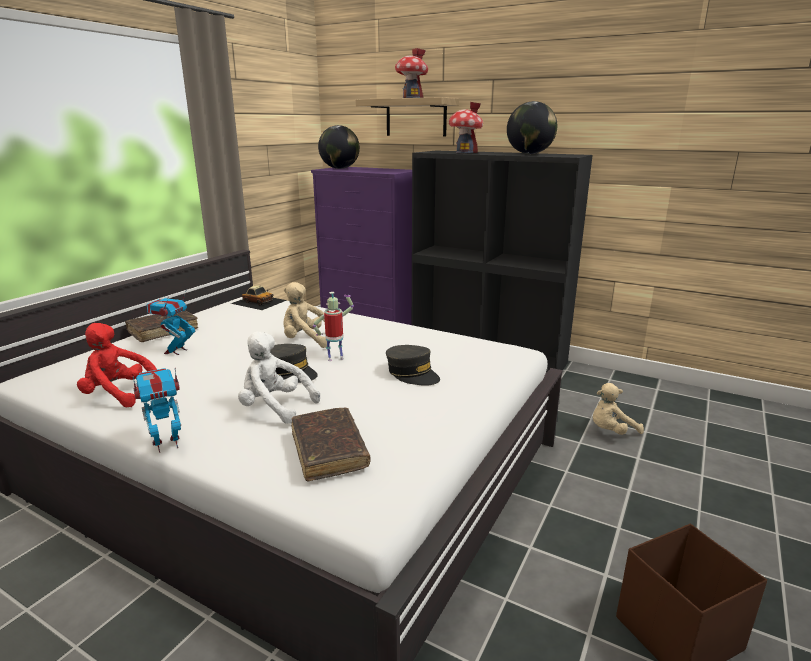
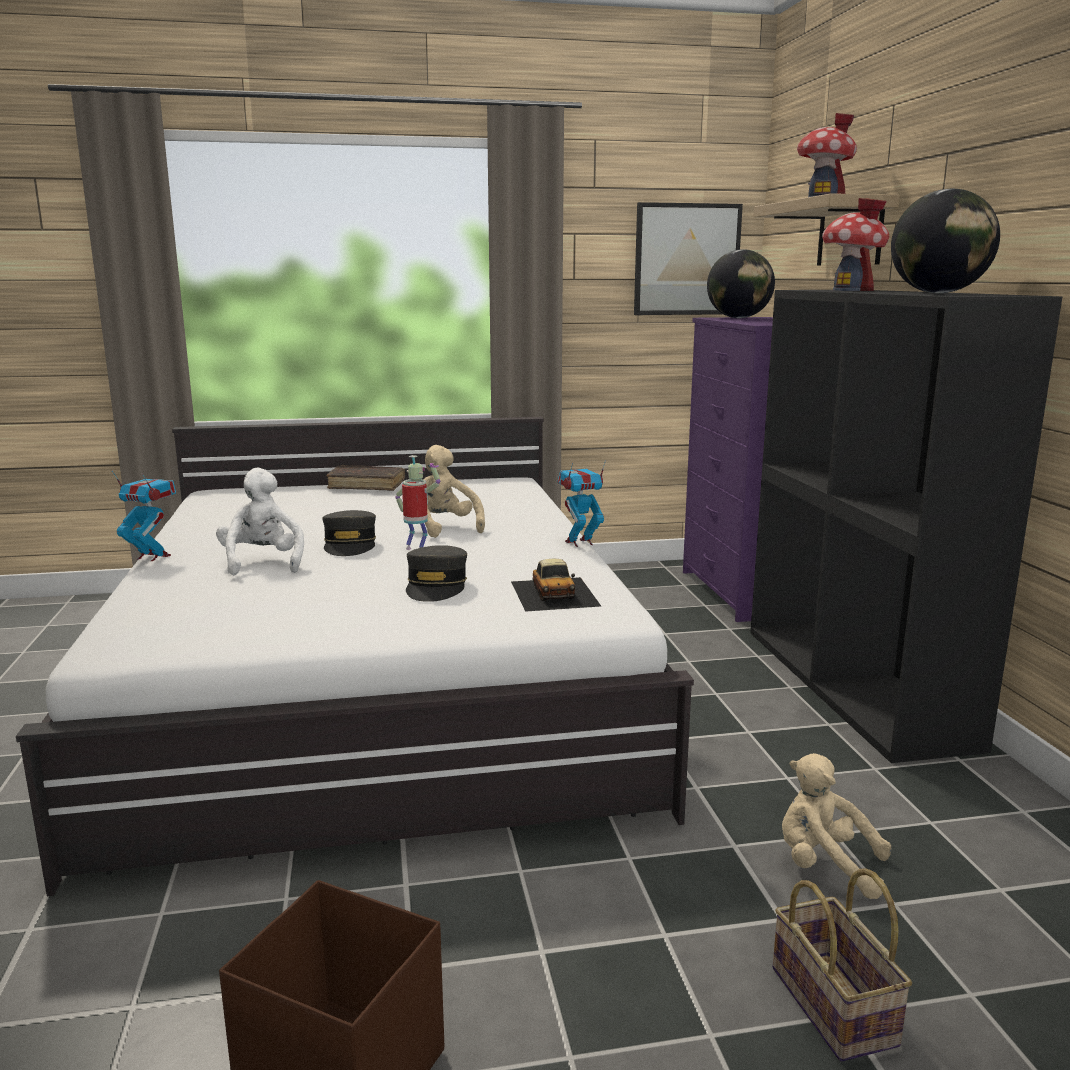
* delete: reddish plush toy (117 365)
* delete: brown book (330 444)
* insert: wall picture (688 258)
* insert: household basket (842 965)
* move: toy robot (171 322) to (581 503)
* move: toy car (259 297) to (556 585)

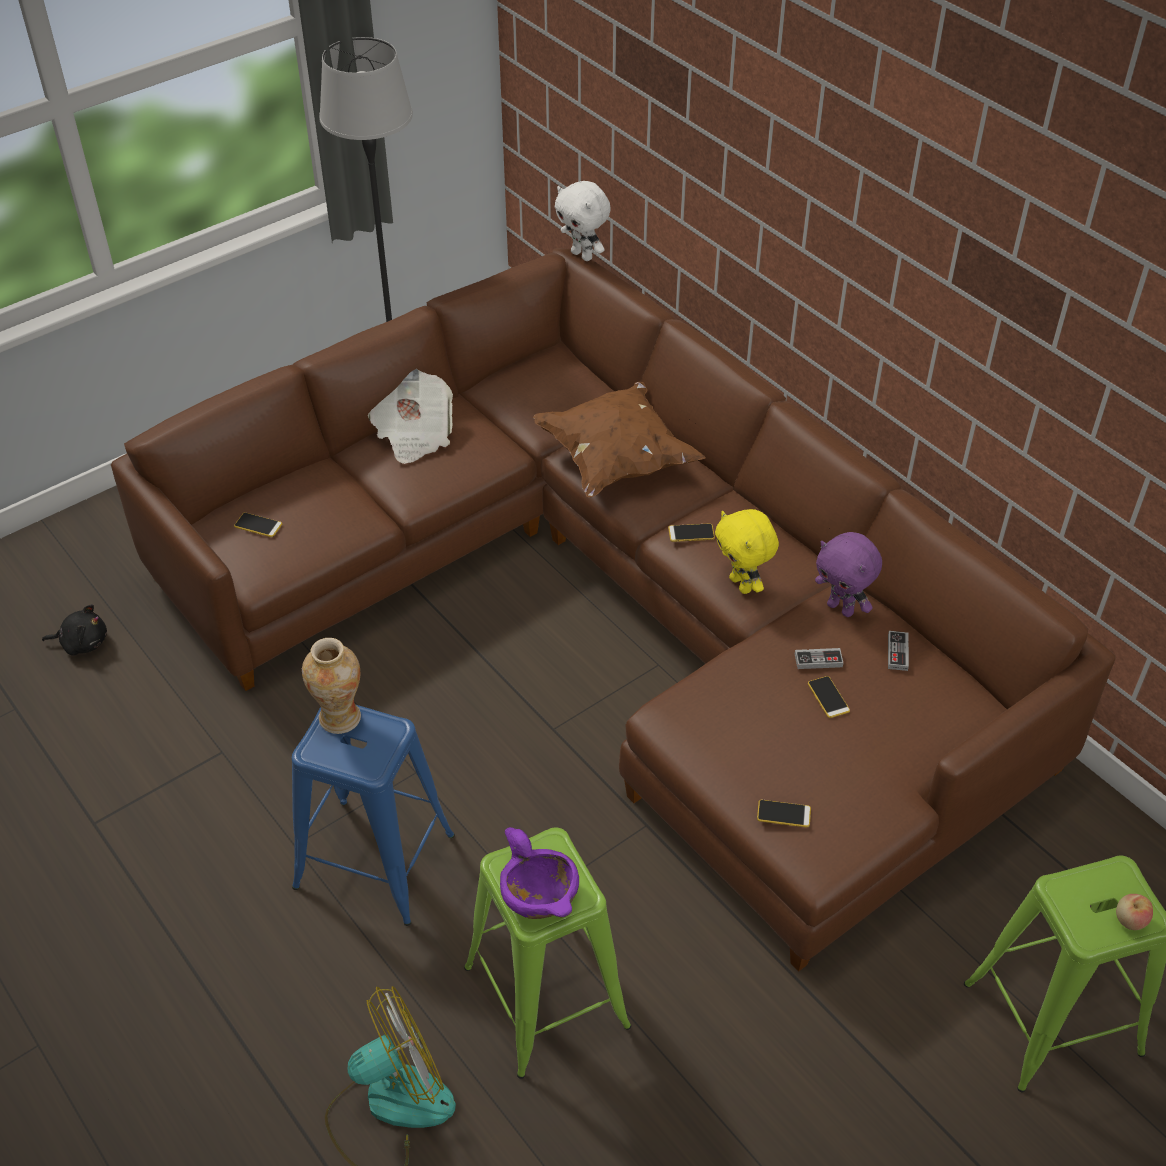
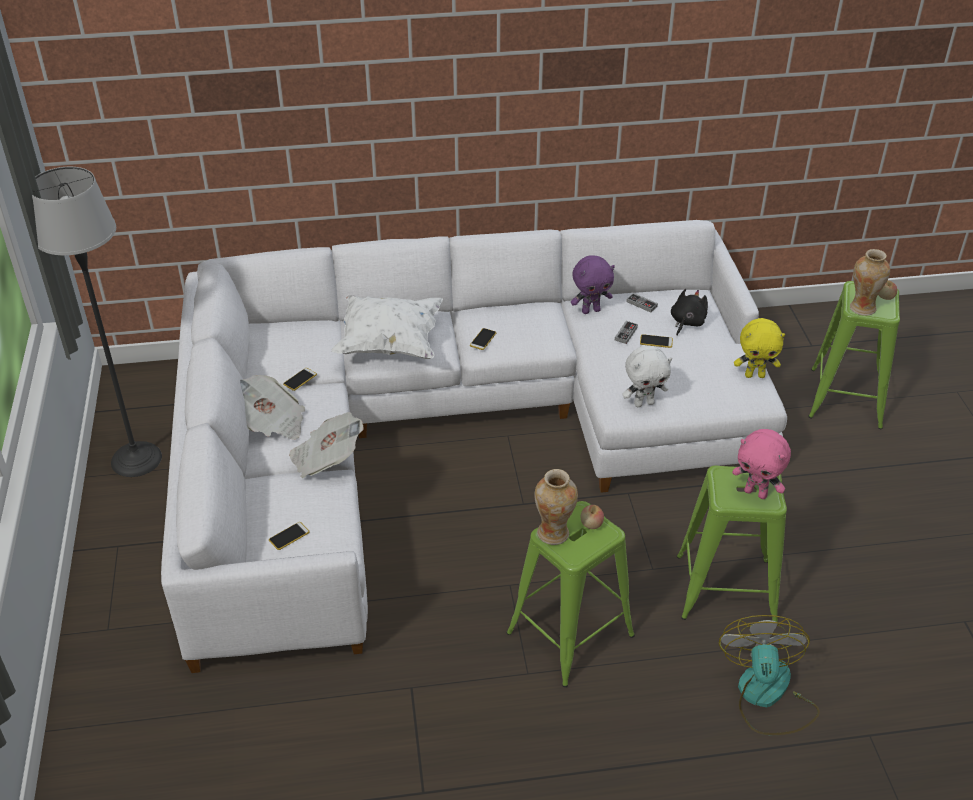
* insert: newspaper (326 445)
* insert: apple fruit (592 517)
* insert: vase (870 282)
* move: black plush toy (74 630) to (689 312)
* move: whitish plush toy (582 221) to (647 376)
* move: yellow plush toy (747 551) to (759 348)
* move: phone (784 813) to (300 379)
* replace: purplish bowl (539 873) to pink plush toy (761 464)
* recolor: brown settee (613 610) to whitish settee (474 446)
* recolor: blue-coloured stool (373 815) to green-coloured stool (570 594)
* recolor: brown cushion (619 440) to whitish cushion (387 327)

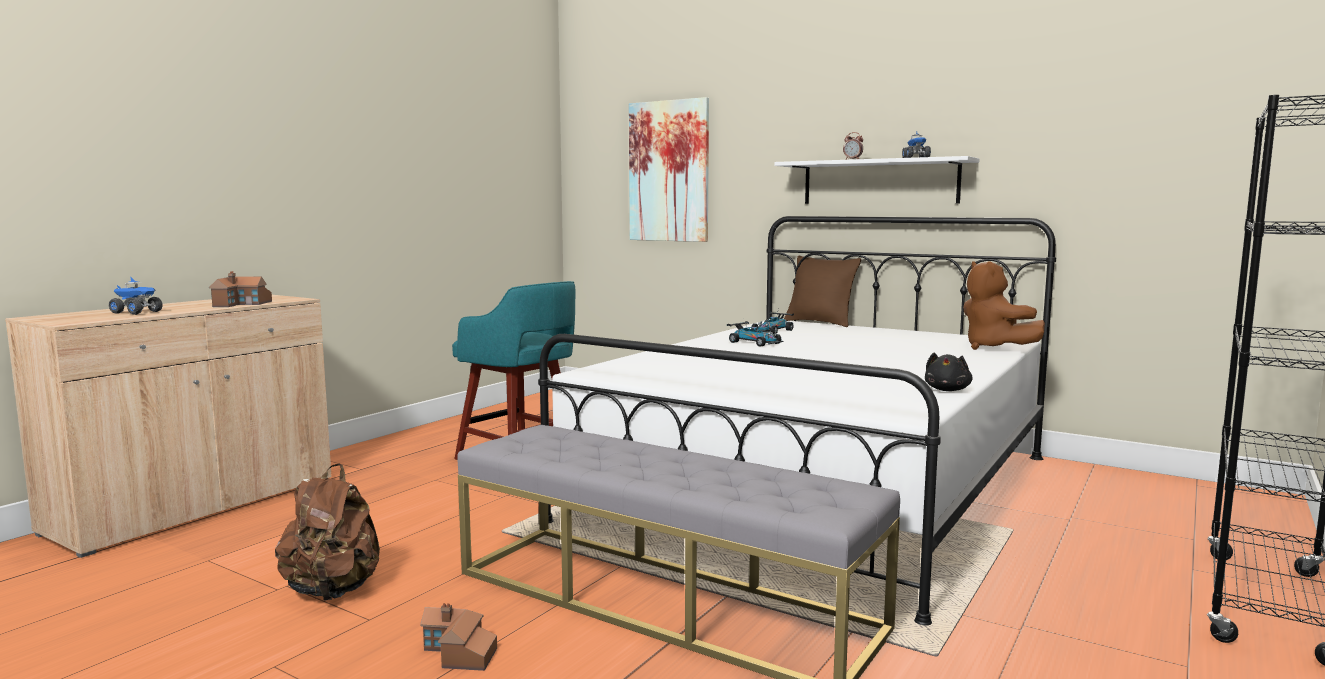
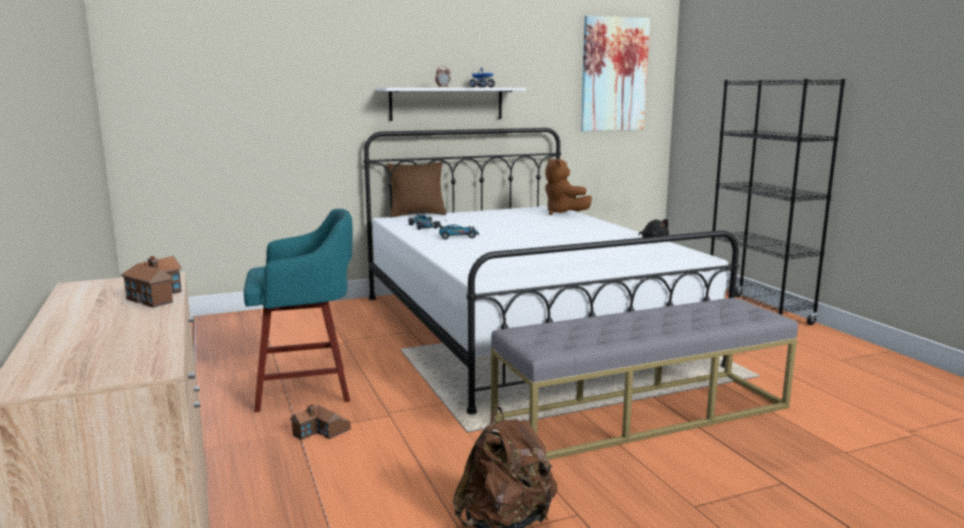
* delete: toy truck (136 295)
* move: toy house (458 637) to (320 422)
* move: wall picture (669 169) to (615 73)
* rotate: brown plush toy (1004 305) = (568 186) 45 degrees clockwise

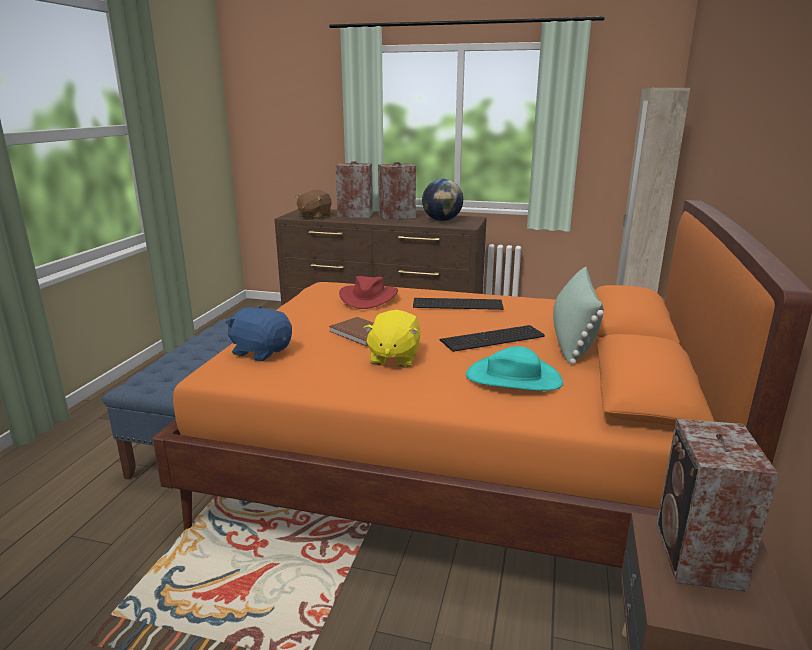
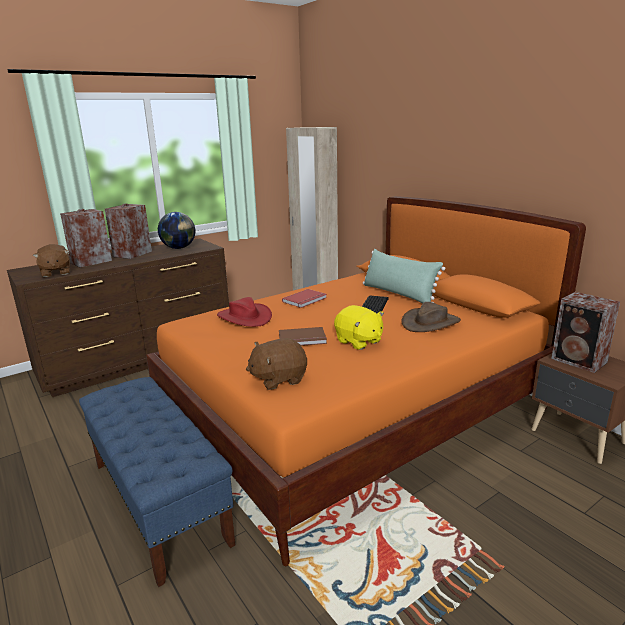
* replace: PC keyboard (458 304) to reddish book (304 298)
* recolor: blue-coloured plush toy (258 334) to brown plush toy (276 364)
* recolor: turquoise clothing hat (514 368) to brown clothing hat (431 317)

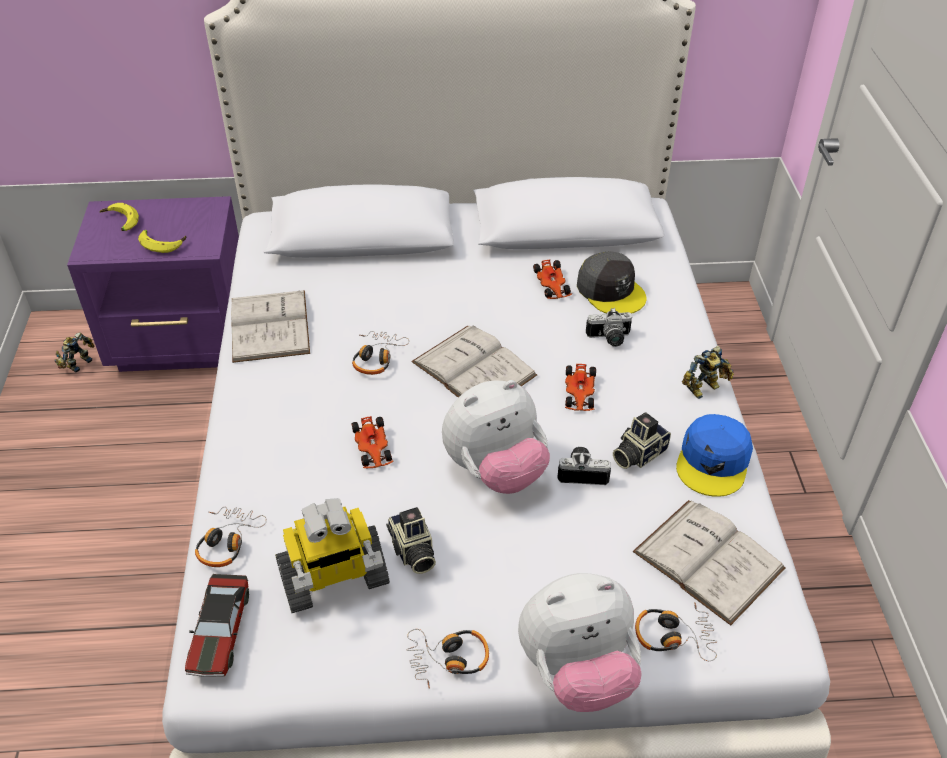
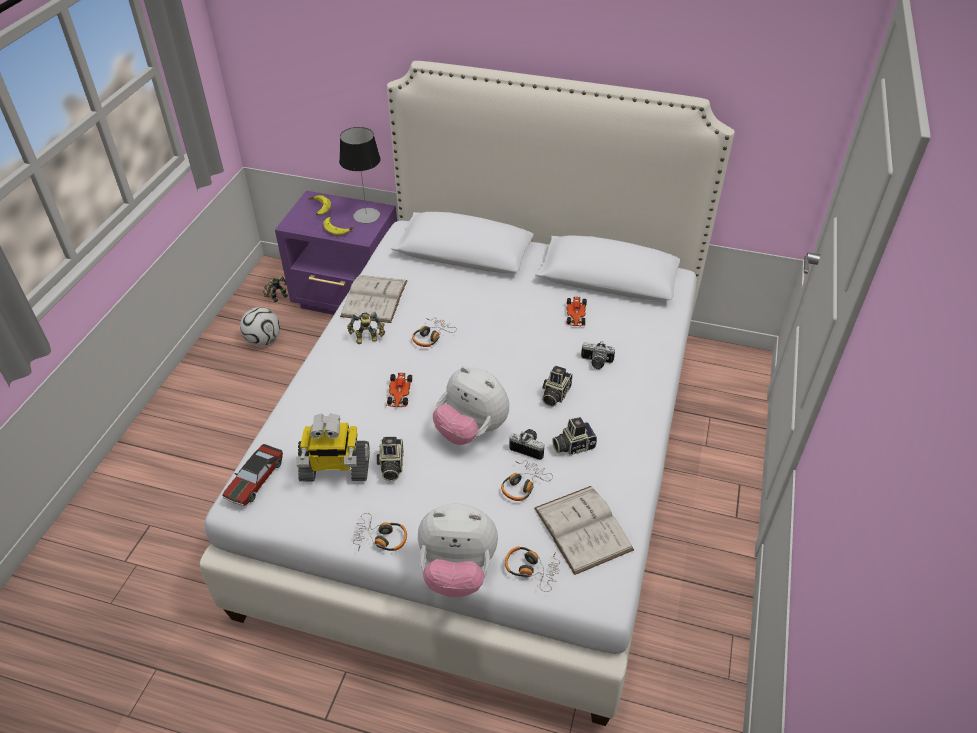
* delete: whitish book (474 361)
* delete: grey baseball cap (611 282)
* delete: blue-coloured baseball cap (714 455)
* insert: football ball (260 326)
* insert: table lamp (360 175)
* move: headphones (231 537) to (527 480)
* move: toy robot (708 372) to (366 328)
* replace: toy car (580 387) to photo camera (557 386)
* rotate: plush toy (496 437) = (471 405) 45 degrees clockwise

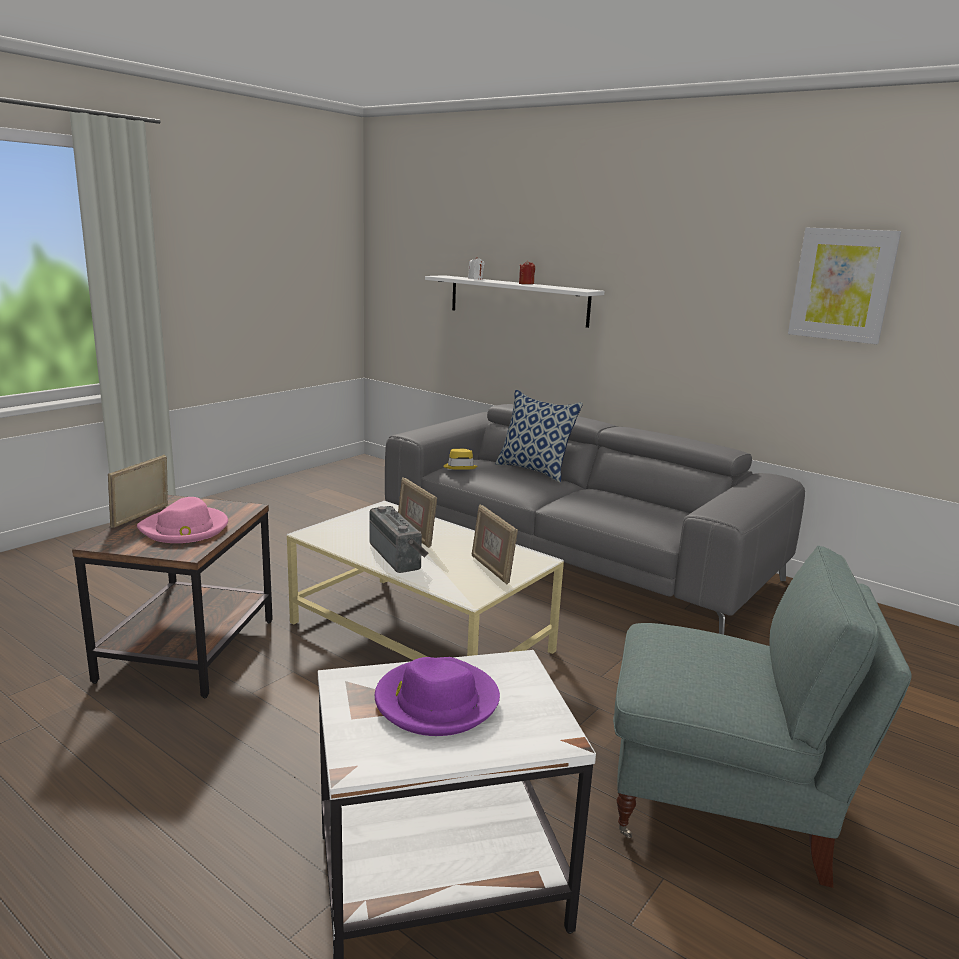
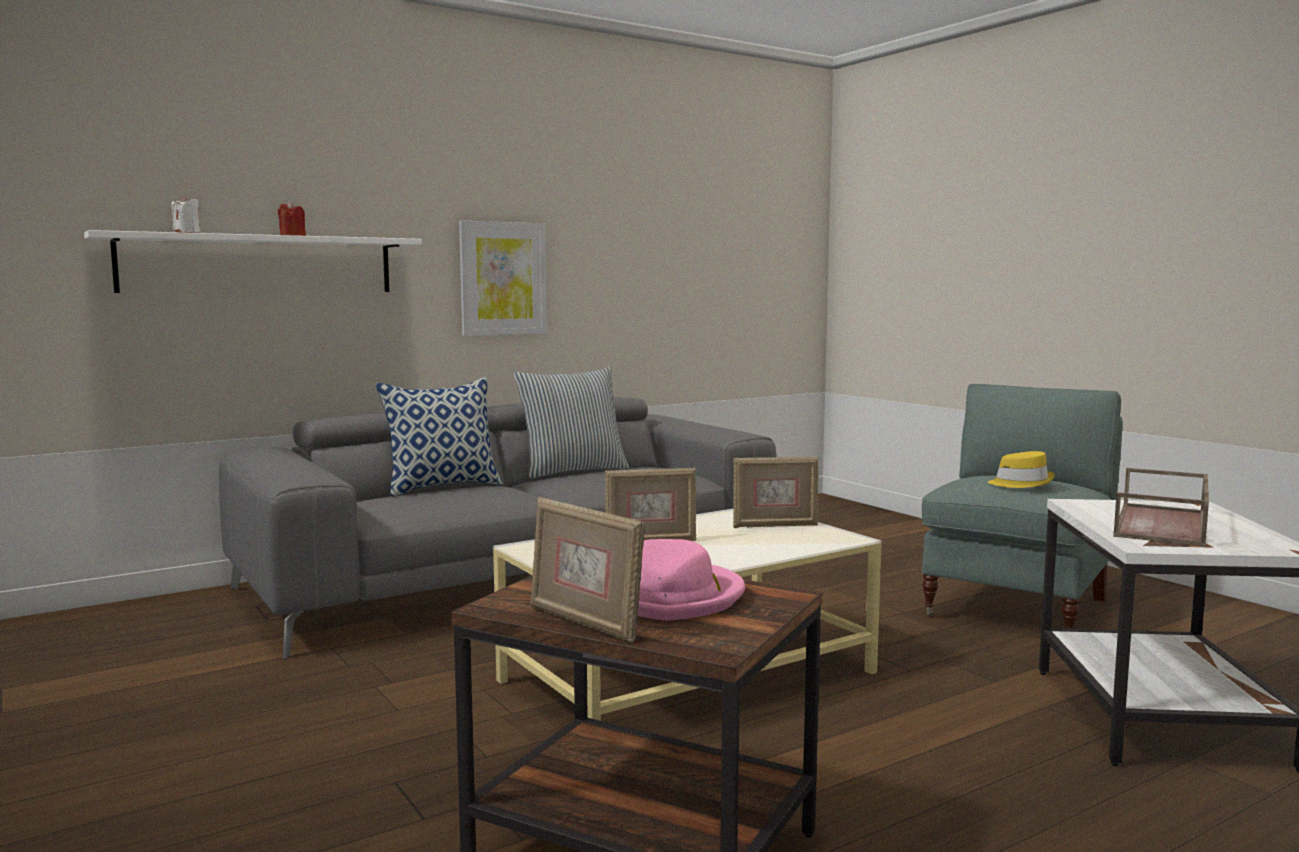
* delete: radio set (398 539)
* insert: cushion (571 423)
* move: yellow clothing hat (460 459) to (1021 469)
* move: wall picture (844 285) to (503 278)
* replace: purplish clothing hat (437 696) to brown tray (1161 507)

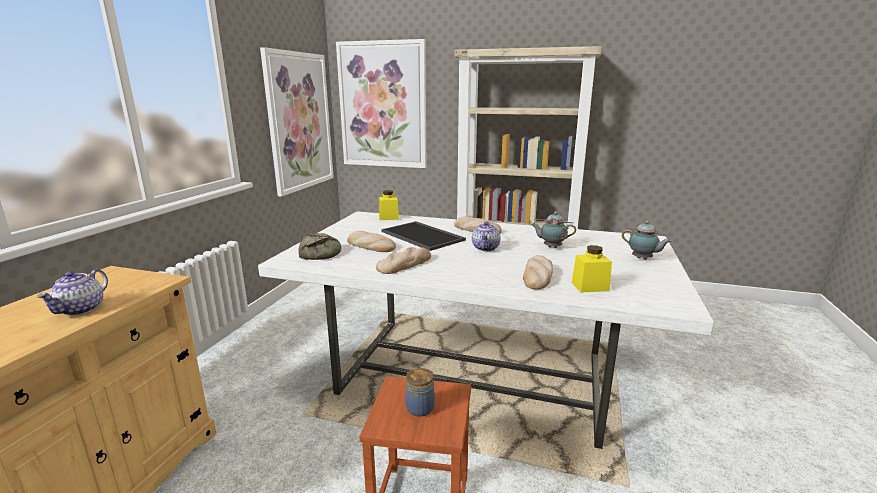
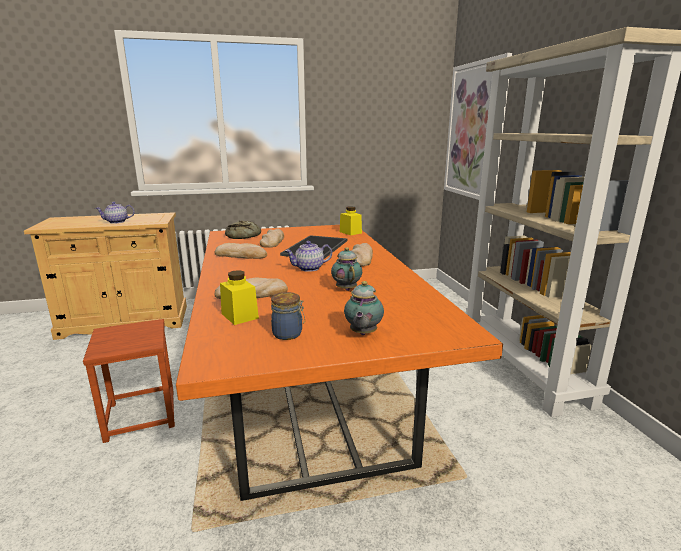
* delete: wall picture (297 122)
* move: storage jar (420 392) to (288 316)
* recolor: whitish dining table (486 330) to orange dining table (339 363)

